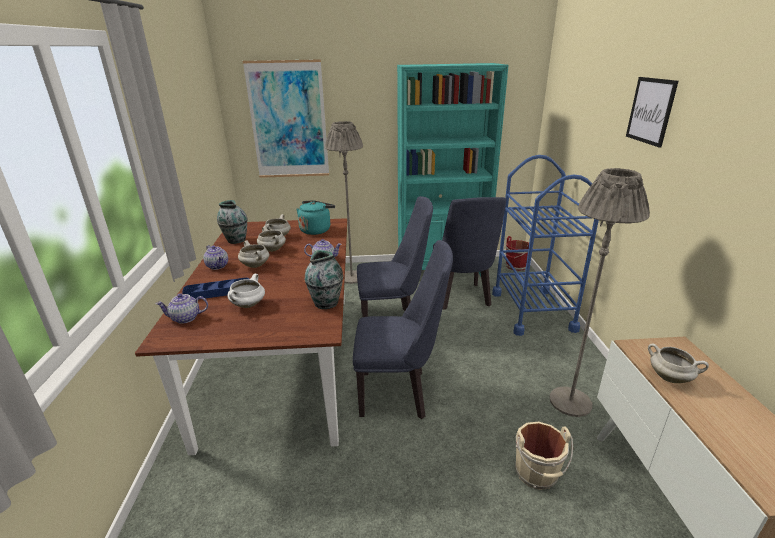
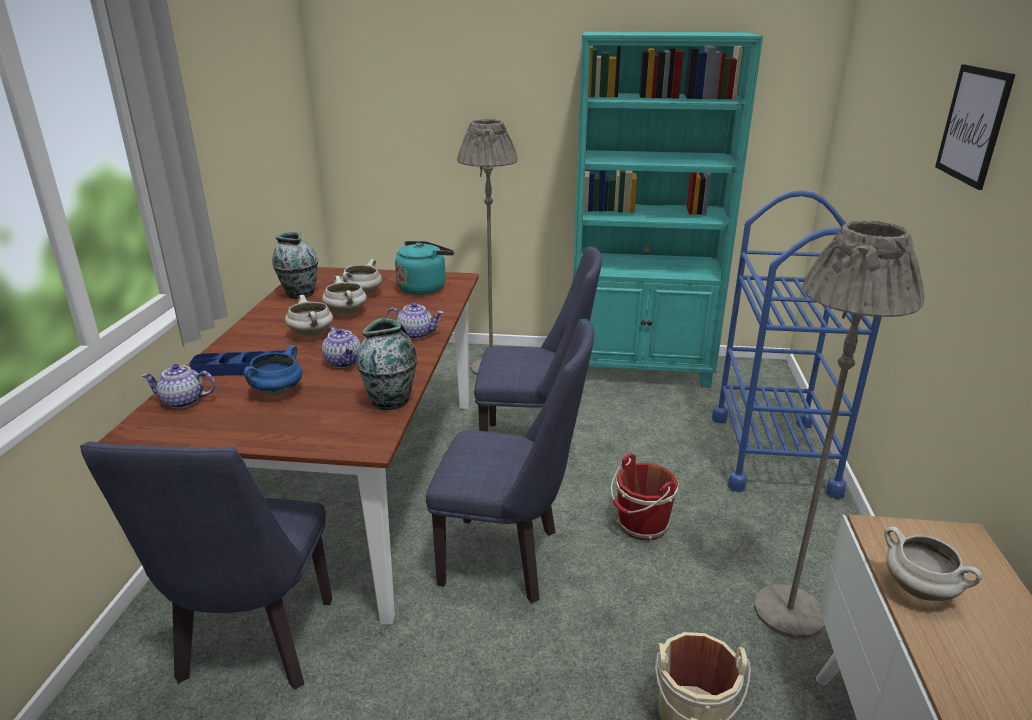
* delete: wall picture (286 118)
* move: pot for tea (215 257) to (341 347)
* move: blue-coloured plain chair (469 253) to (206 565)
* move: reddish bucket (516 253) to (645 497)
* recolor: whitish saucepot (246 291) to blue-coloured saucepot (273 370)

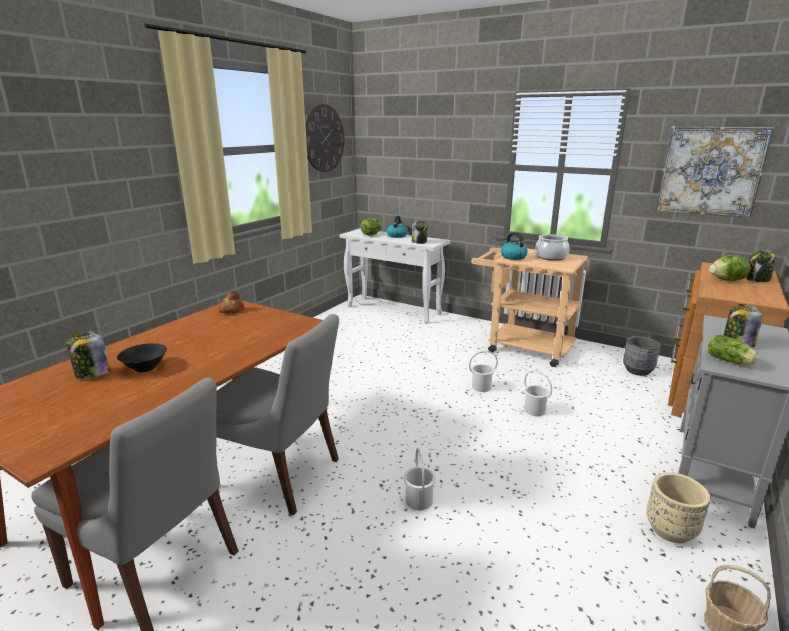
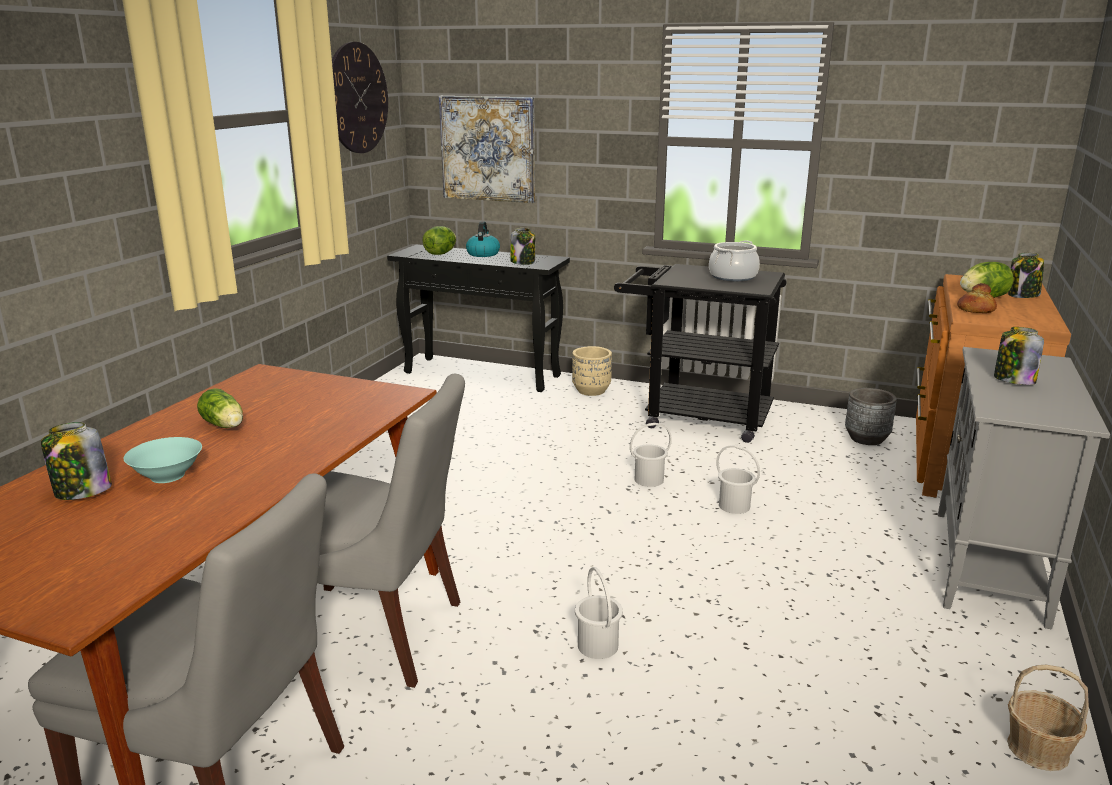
* delete: kettle (514 246)
* move: bakery bread (230 302) to (977 298)
* move: sand-coloured planter (678 507) to (592 371)
* move: wall picture (715 172) to (487 149)
* move: lettuce (733 349) to (220 408)
* recolor: black bowl (142 357) to turquoise bowl (163 460)
* recolor: whitish hall table (394 276) to black hall table (478 318)
* recolor: sand-coloured cart (529 307) to black cart (700 353)

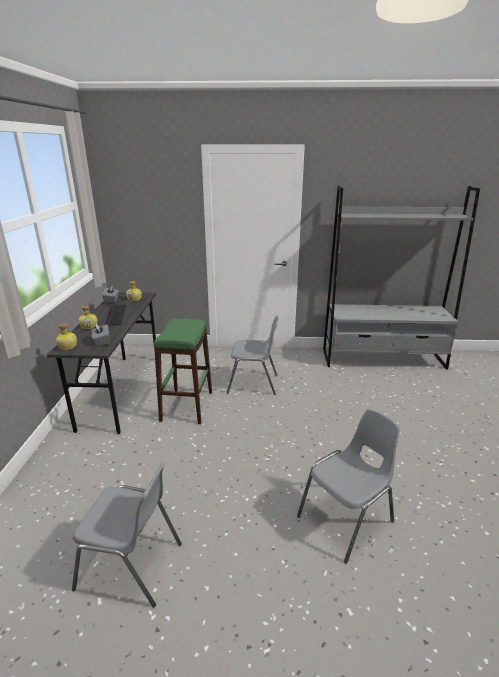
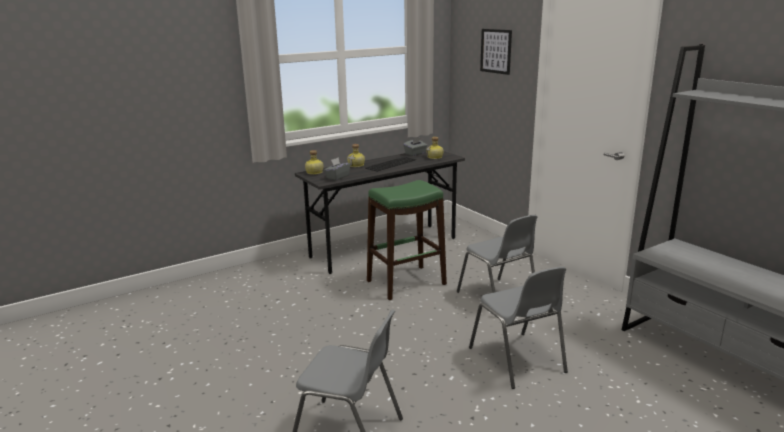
* insert: wall picture (496 52)
* move: grey plain chair (127 535) to (518 327)

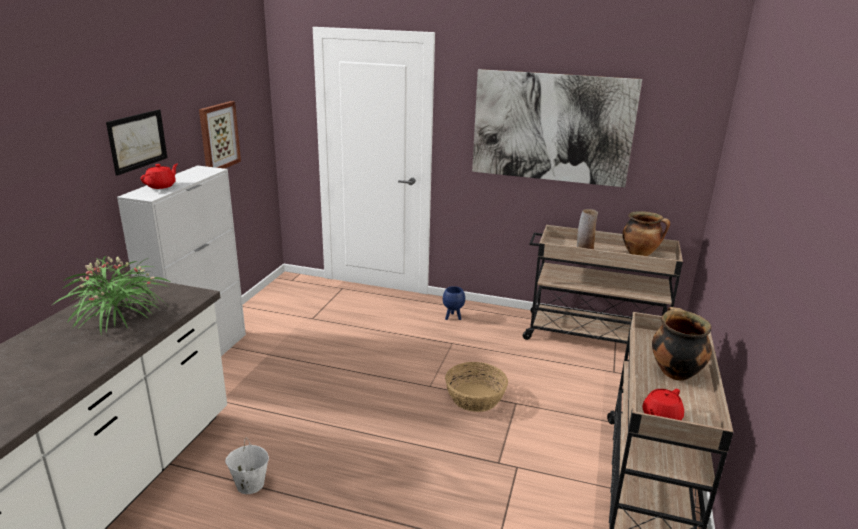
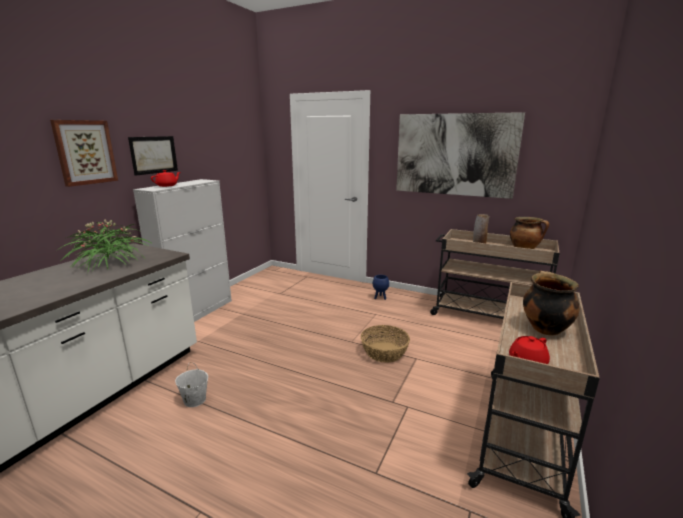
* move: wall picture (220 135) to (84 153)

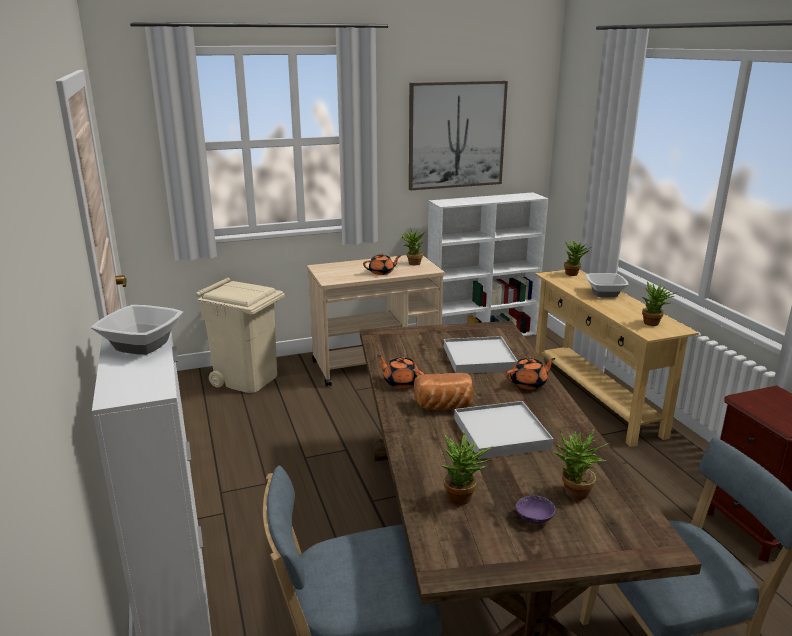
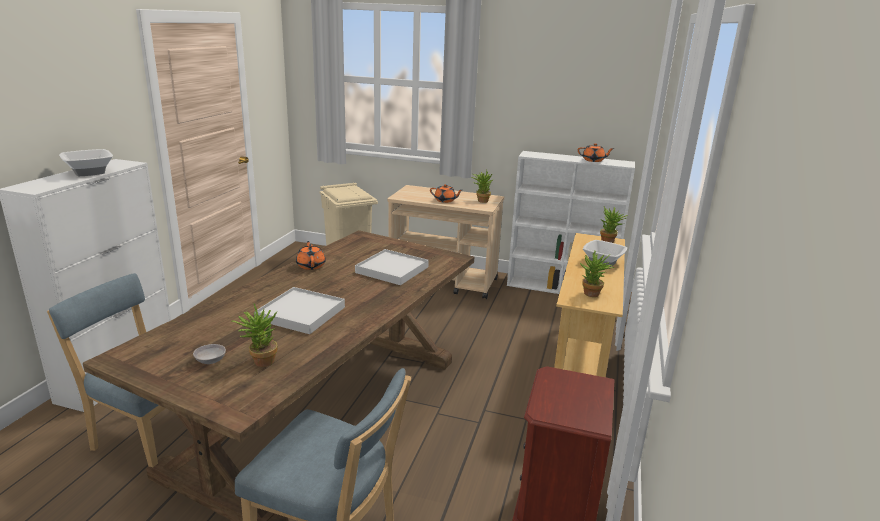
* delete: wall picture (458 136)
* delete: bakery bread (443 391)
* delete: plant in a pot (467 467)
* move: orange pot for tea (531 374) to (596 152)
* recolor: purplish bowl (536 509) to grey bowl (209 354)

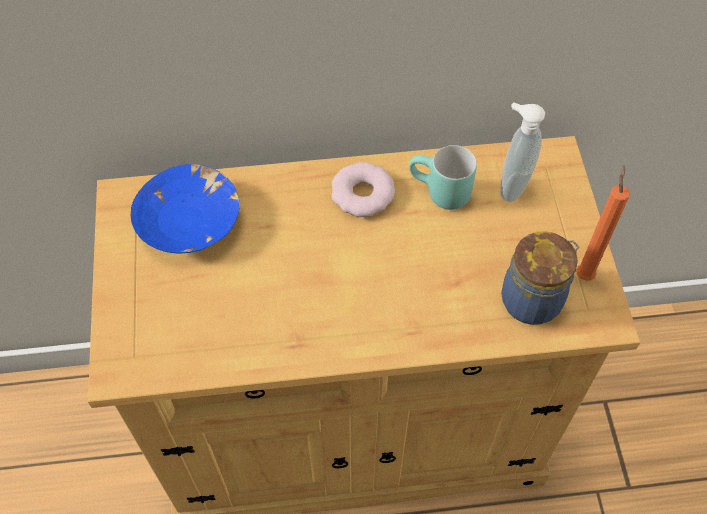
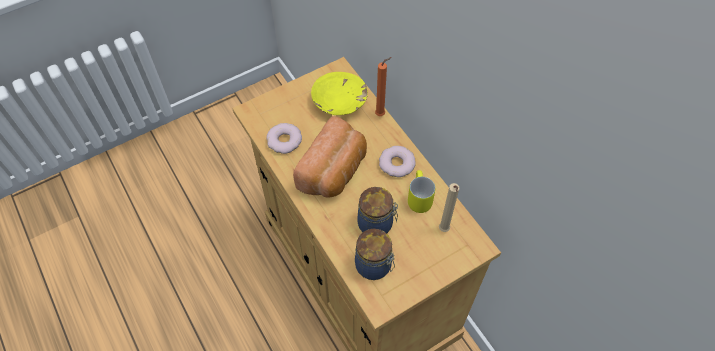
* insert: ring doughnut (284 138)
* insert: bakery bread (330 157)
* insert: storage jar (378 210)
* move: orange candle (603 223) to (383 86)
* replace: soap dispenser (522 152) to sand-coloured candle (449 207)
* recolor: blue-coloured bowl (185 209) to yellow bowl (339 93)
* recolor: turquoise mug (443 177) to yellow mug (421 191)

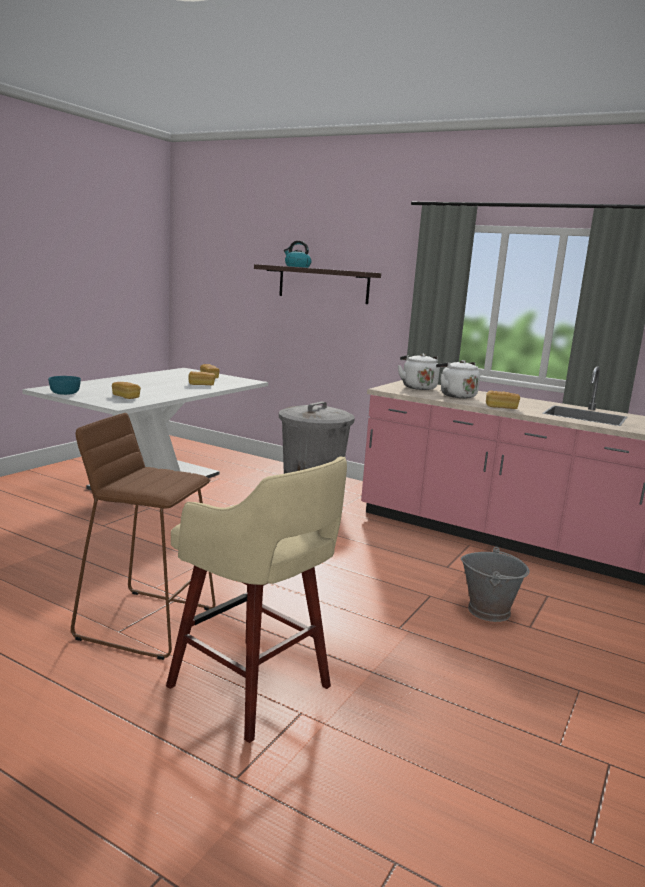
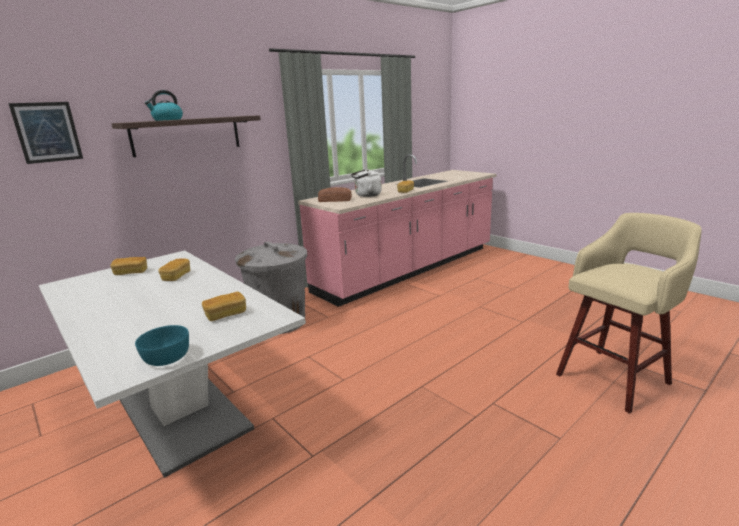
* delete: brown stool (143 536)
* delete: grey bucket (495 584)
* insert: wall picture (45 133)
* replace: whitish kettle (419 372) to bakery bread (335 194)

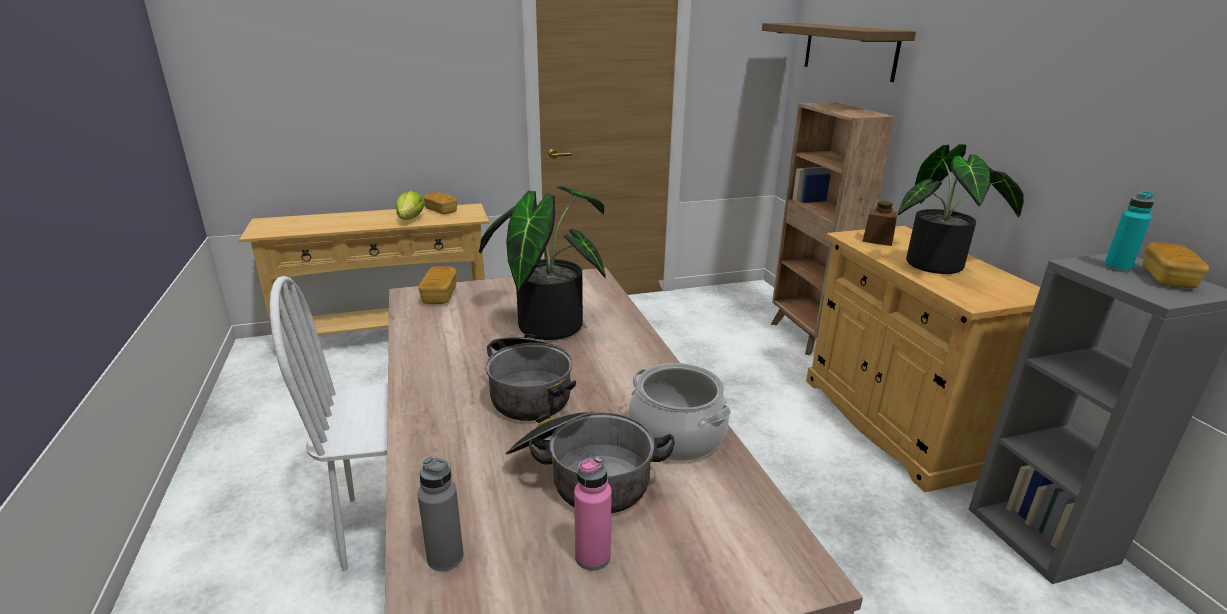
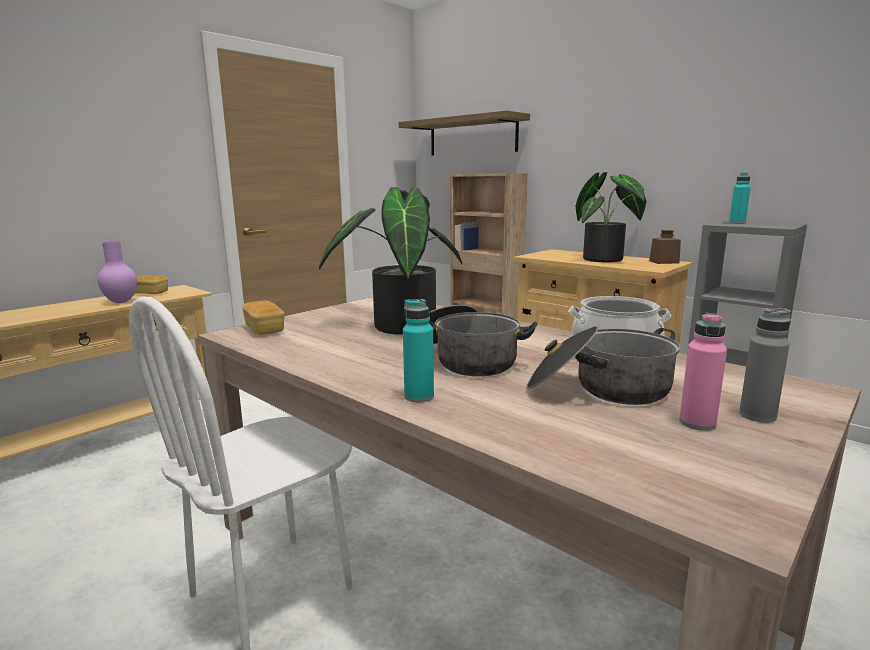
* delete: bakery bread (1175 265)
* insert: turquoise drink bottle (418 350)
* move: grey drink bottle (440 514) to (765 365)
* move: brown storage jar (879 223) to (665 247)
* replace: lettuce (410 205) to purplish vase (117 272)

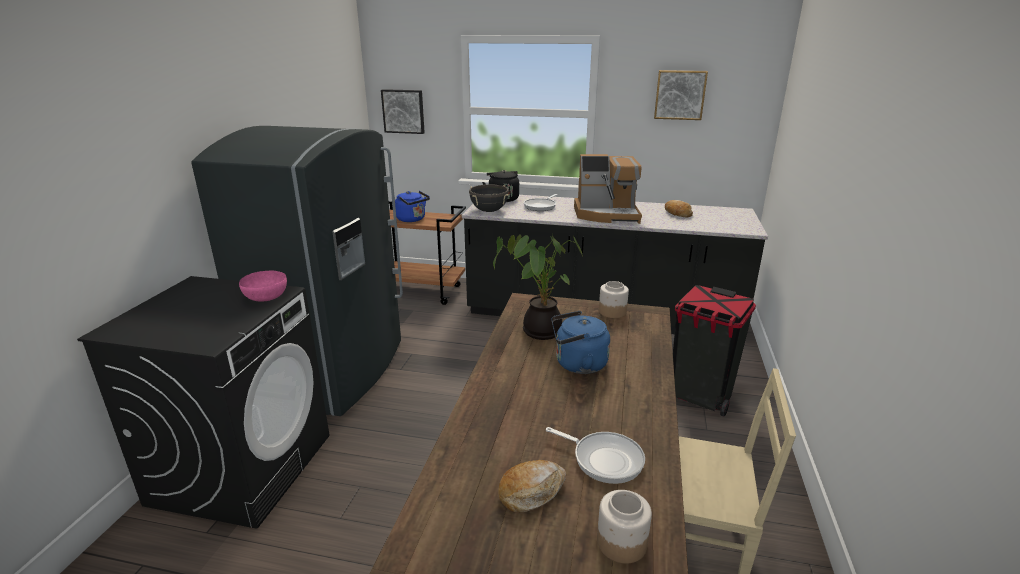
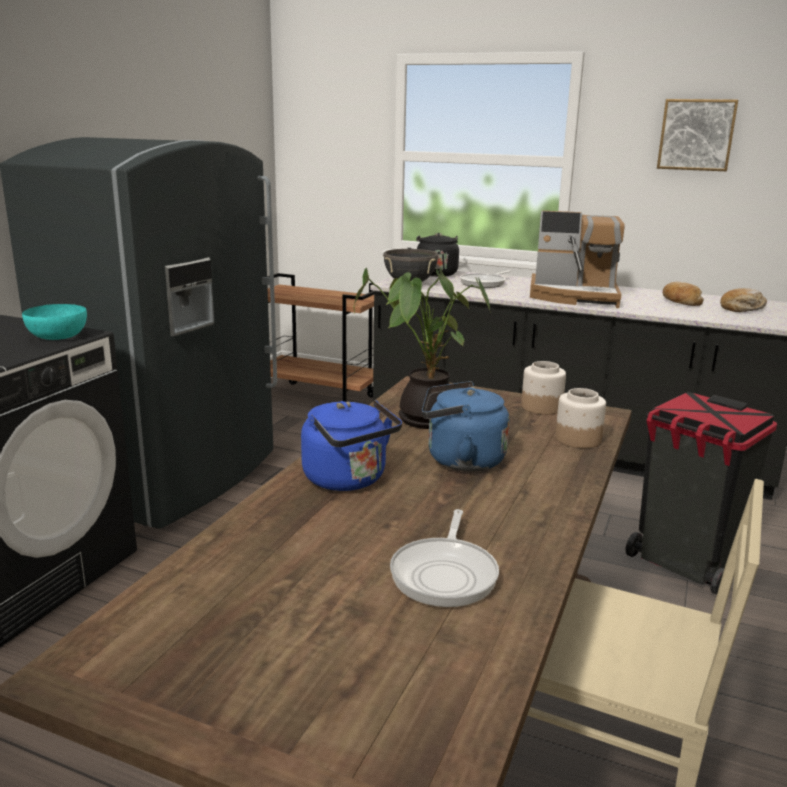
* delete: wall picture (403 111)
* move: blue-coloured kettle (412 206) to (351 445)
* move: bakery bread (532 486) to (743 300)
* move: storage jar (624 527) to (580 418)
* recolor: pink bowl (263 286) to turquoise bowl (54 322)
* rotate: pan (595 455) = (444 558) 60 degrees clockwise

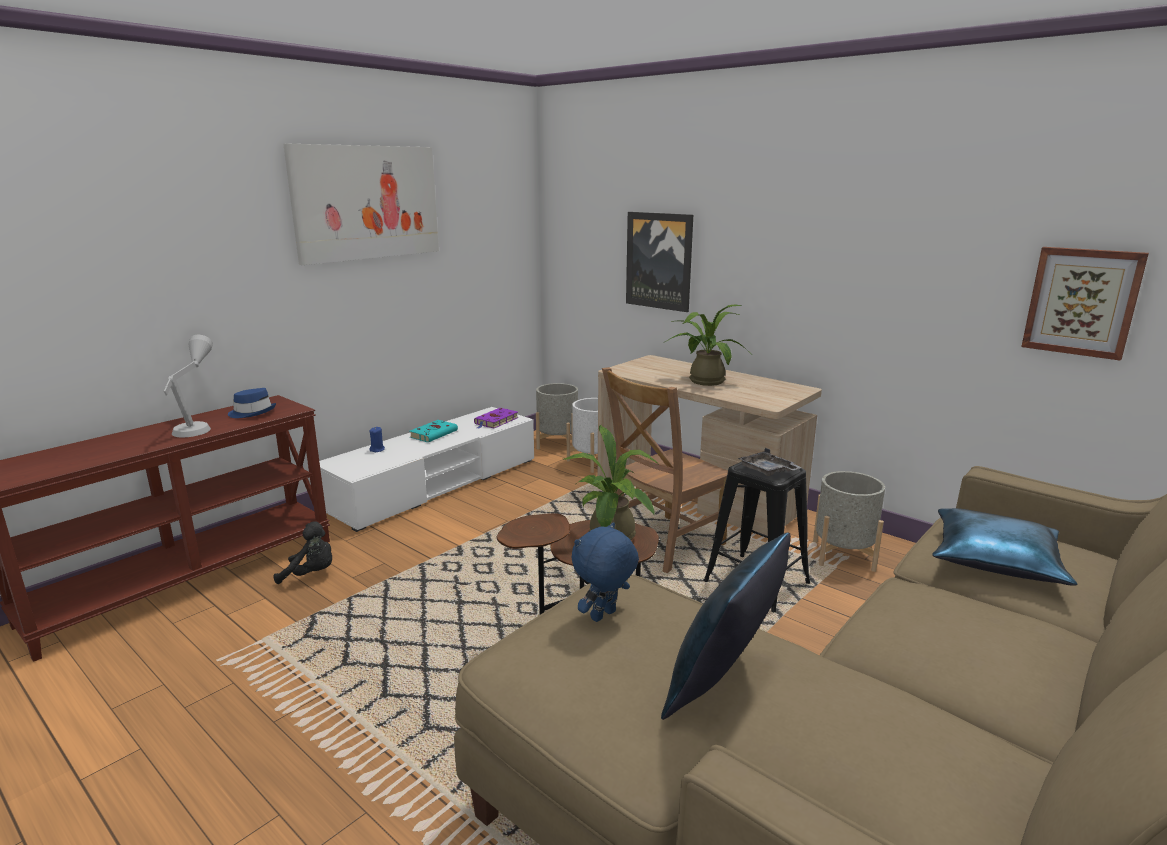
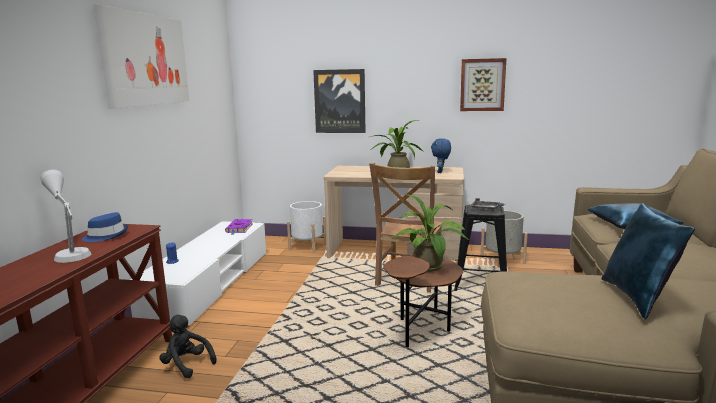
* delete: turquoise book (433 431)
* delete: grey planter (557 416)
* move: blue-coloured plush toy (605 572) to (441 155)
* move: wall picture (1085 304) to (483 84)
* rotate: black plush toy (302 552) = (188 346) 120 degrees counterclockwise

